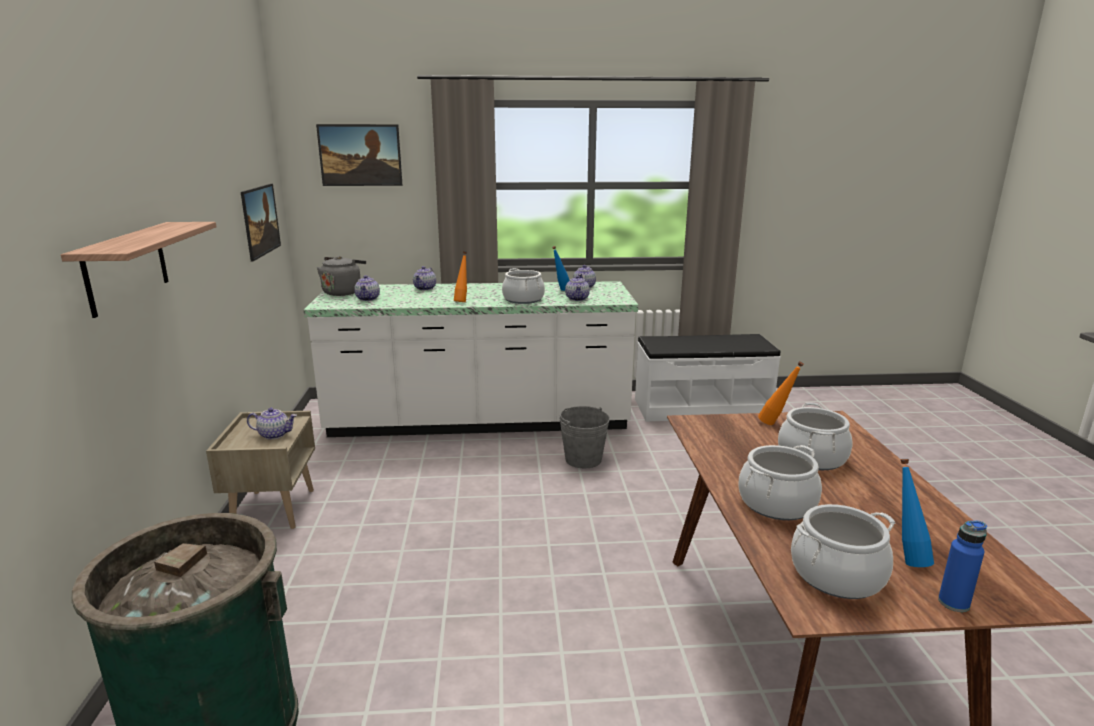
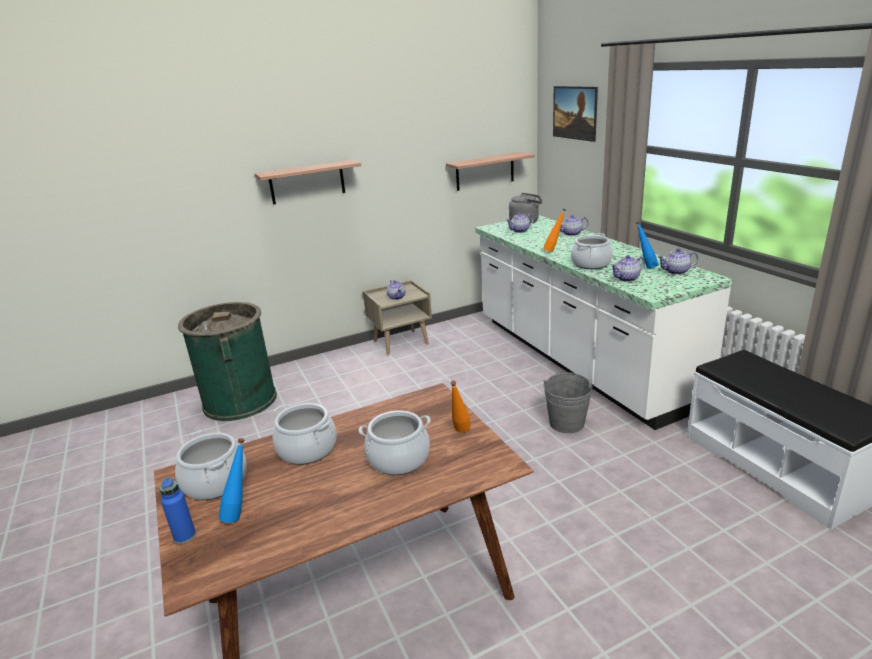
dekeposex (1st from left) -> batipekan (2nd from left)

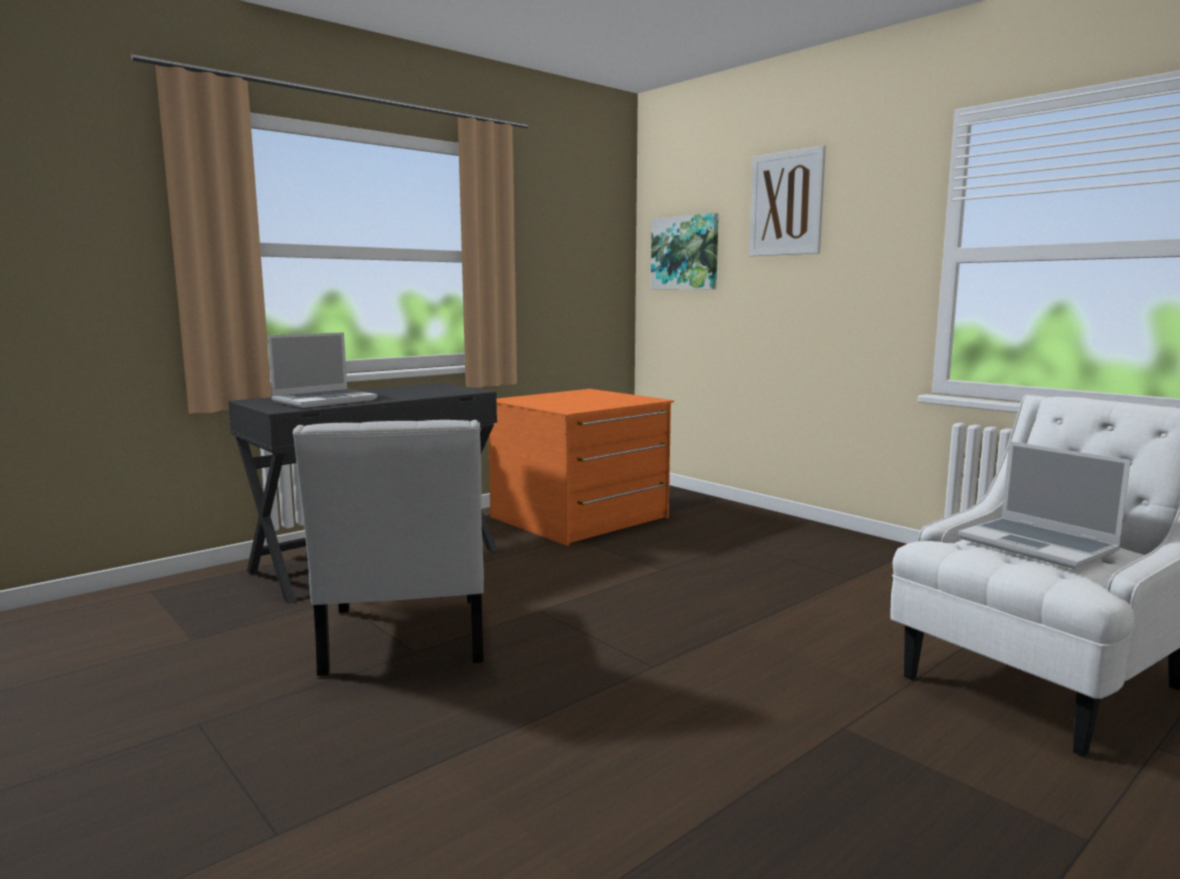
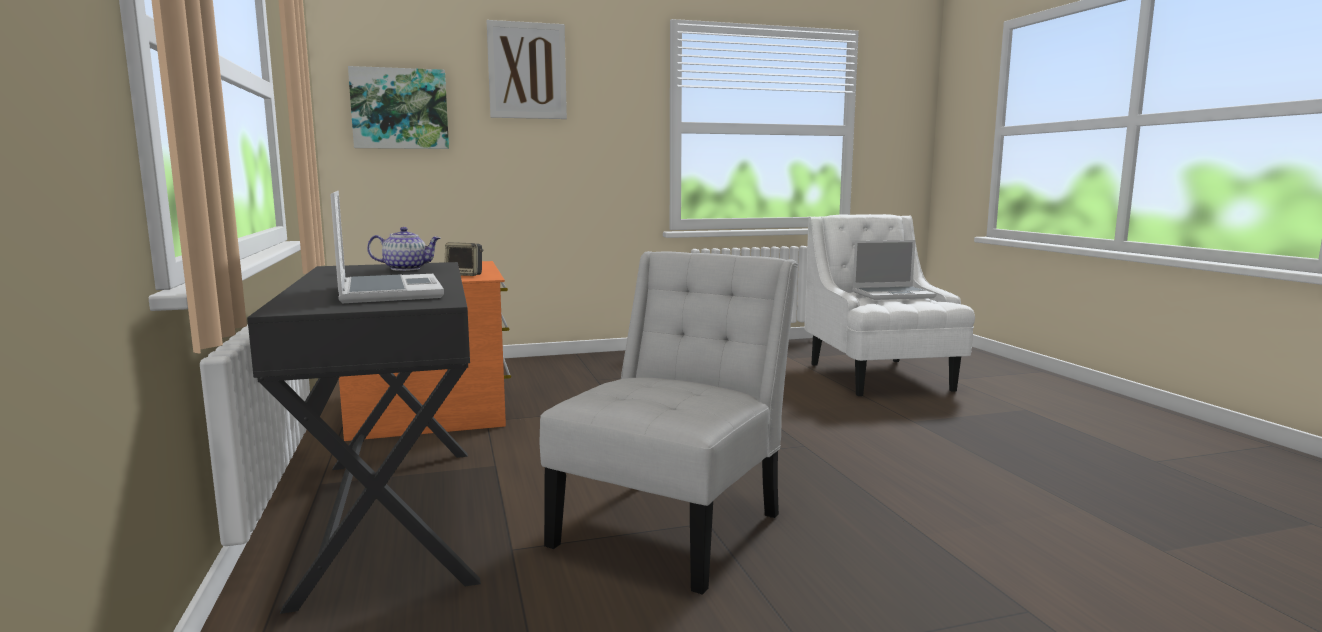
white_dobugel, 75 degrees counterclockwise
none -> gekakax
none -> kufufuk

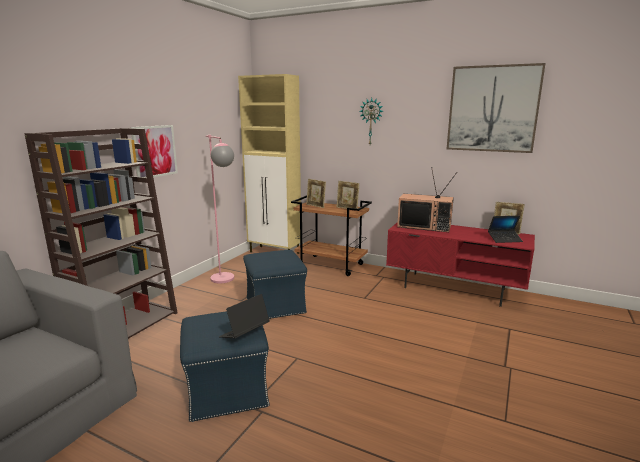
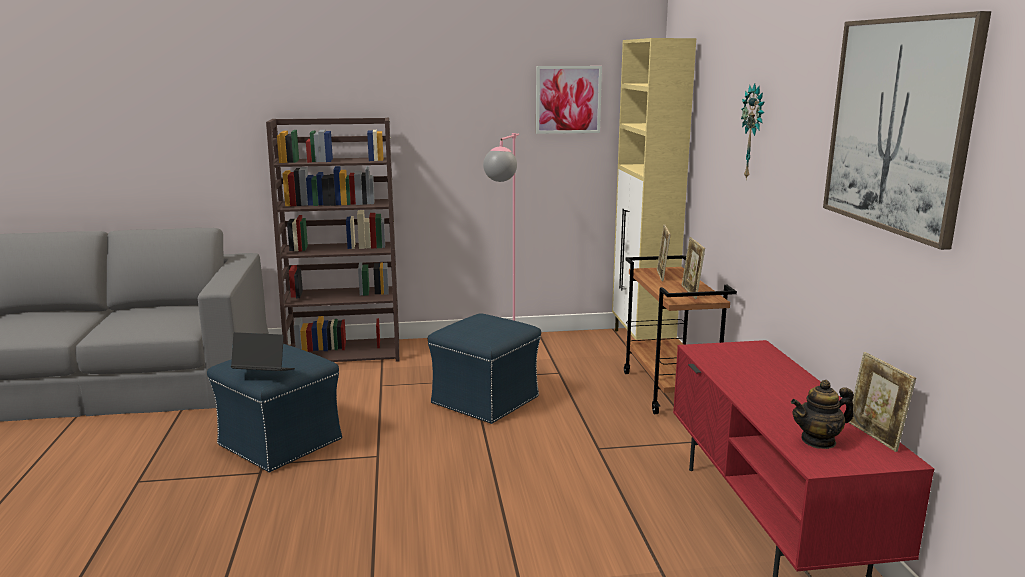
dekeposex (1st from left), moved
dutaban -> none
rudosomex (2nd from left) -> gekakax

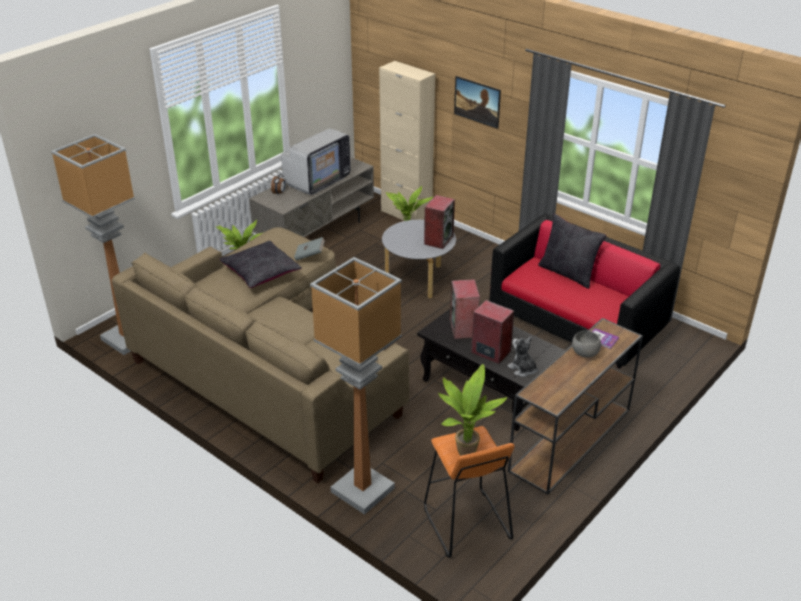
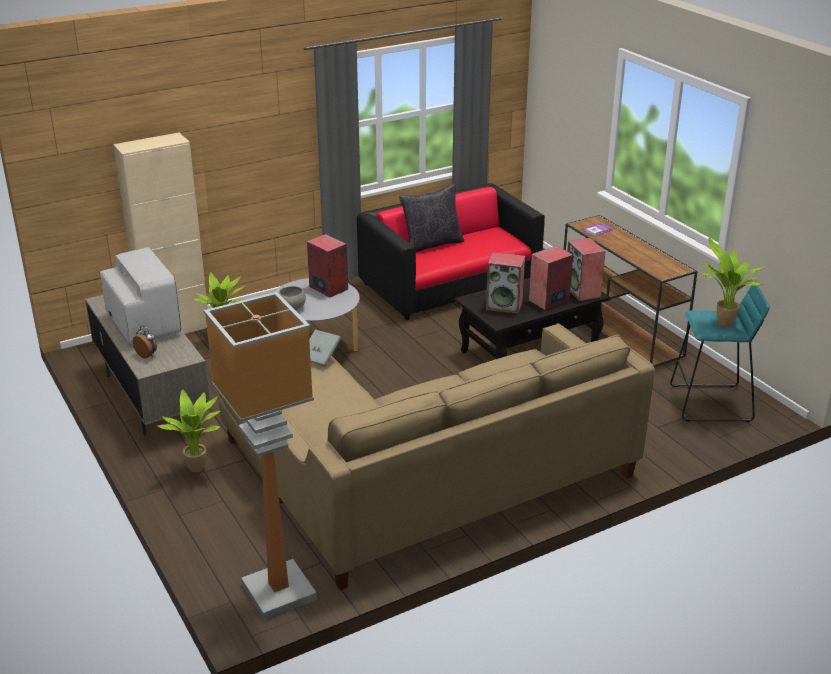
dekeposex -> none
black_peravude (1st from left) -> none
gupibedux (2nd from left) -> none
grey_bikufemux, moved
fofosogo -> kufufuk (4th from left)
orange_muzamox -> turquoise_muzamox

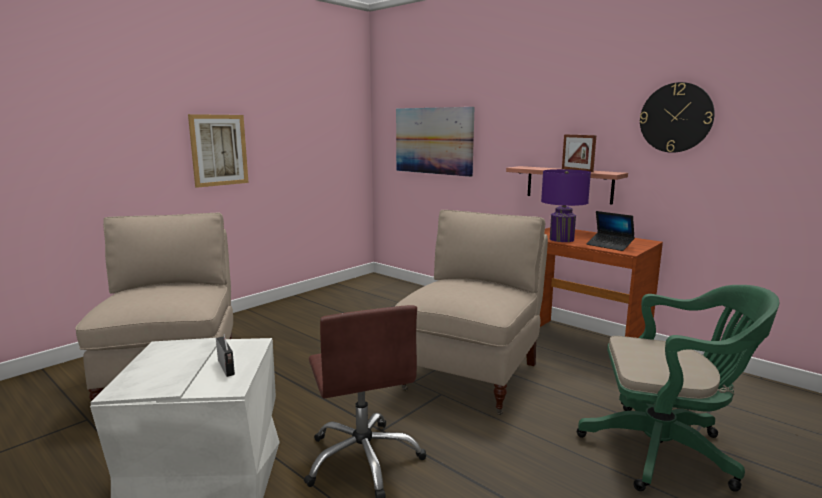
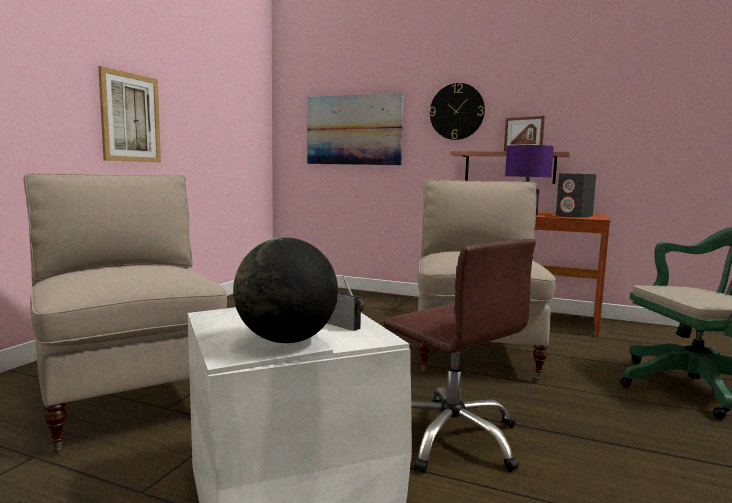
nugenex, moved
rudosomex -> grey_kufufuk
none -> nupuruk

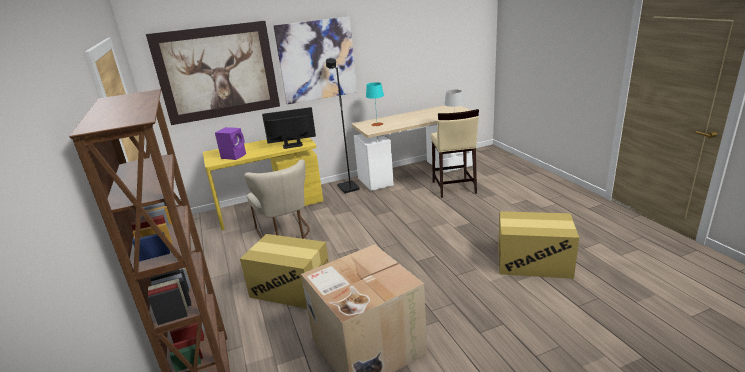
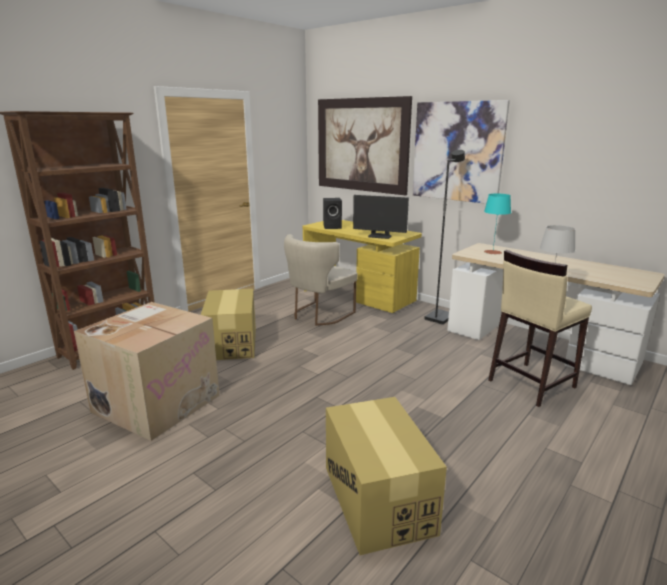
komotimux, 150 degrees clockwise
purple_kufufuk -> black_kufufuk

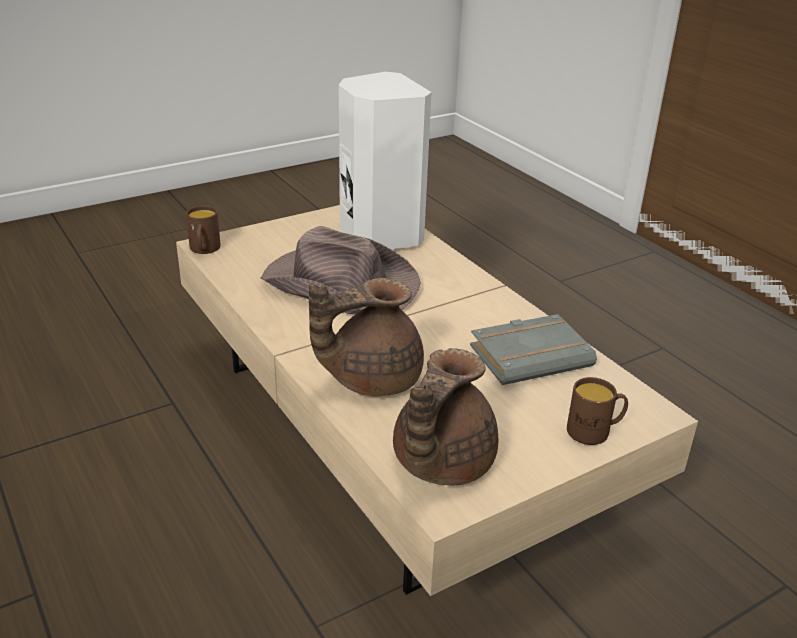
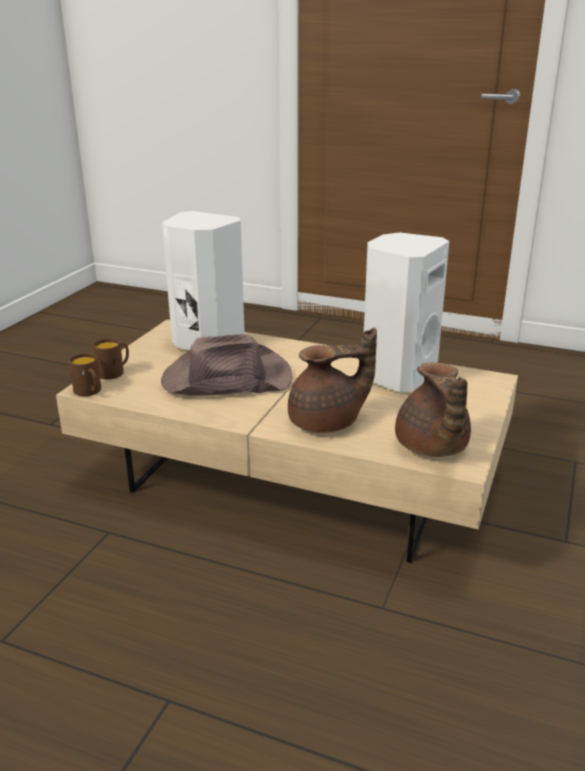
brown_gekakax (1st from left), 135 degrees counterclockwise
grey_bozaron -> white_kufufuk (2nd from left)
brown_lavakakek (2nd from left), moved

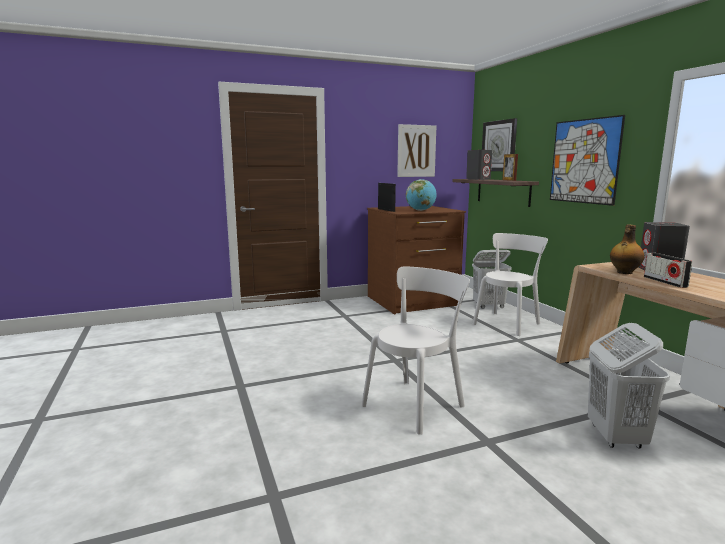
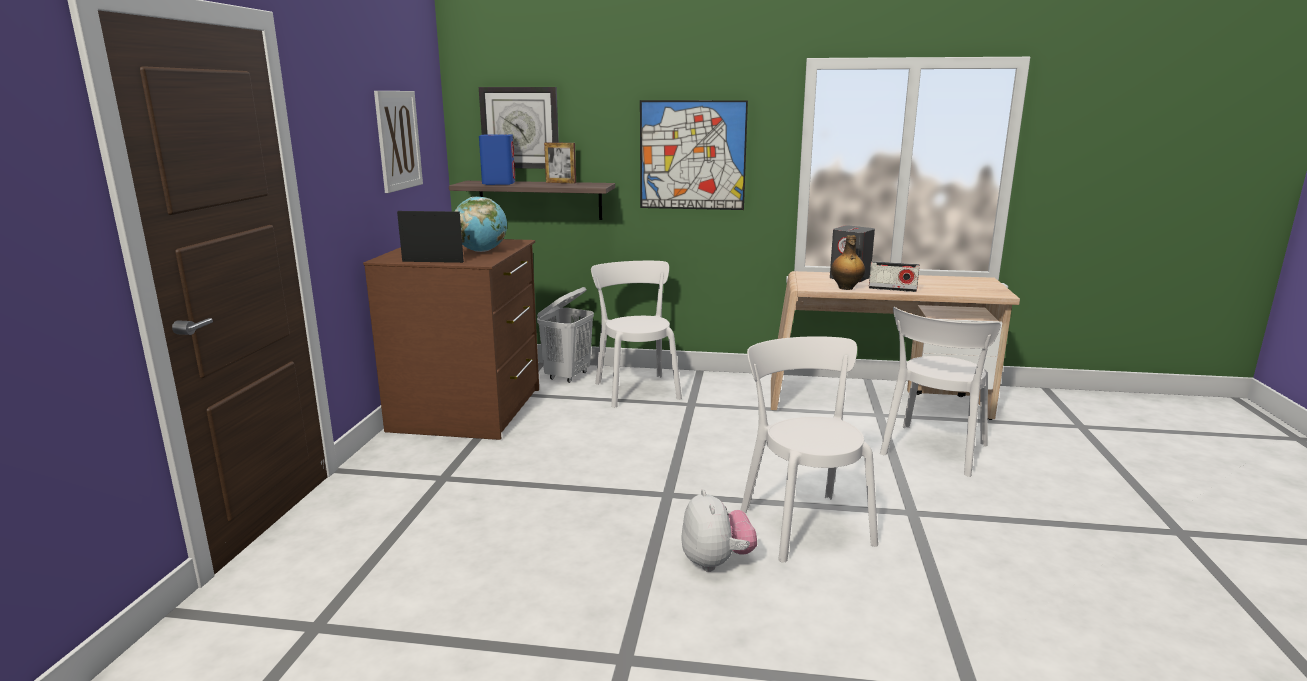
grey_kufufuk (1st from left) -> blue_kufufuk
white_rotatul (2nd from left) -> white_dobugel (3rd from left)
none -> fofosogo

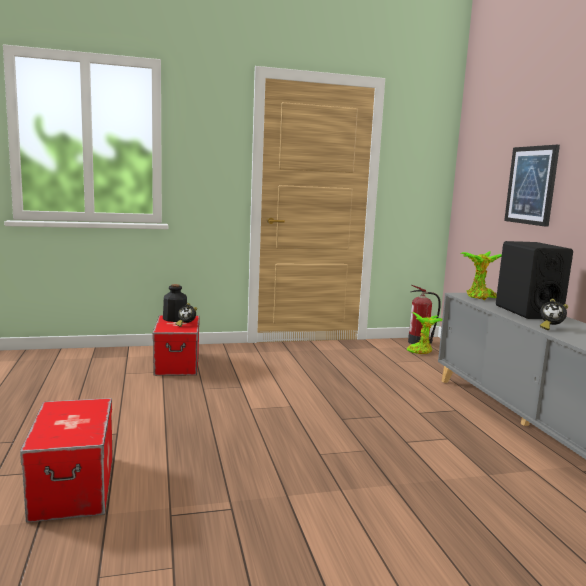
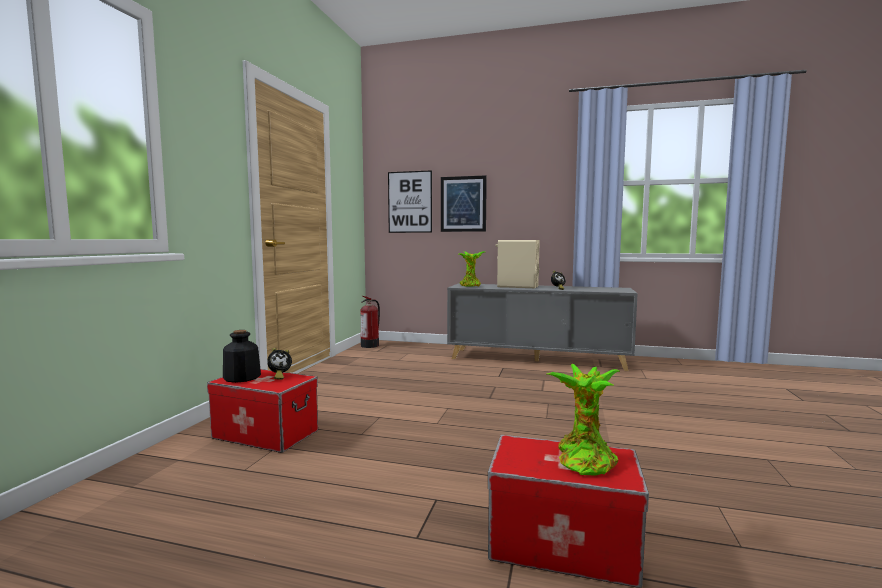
black_kufufuk -> beige_kufufuk
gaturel (1st from left in the first image) -> gaturel (2nd from left), moved
none -> dekeposex (1st from left)

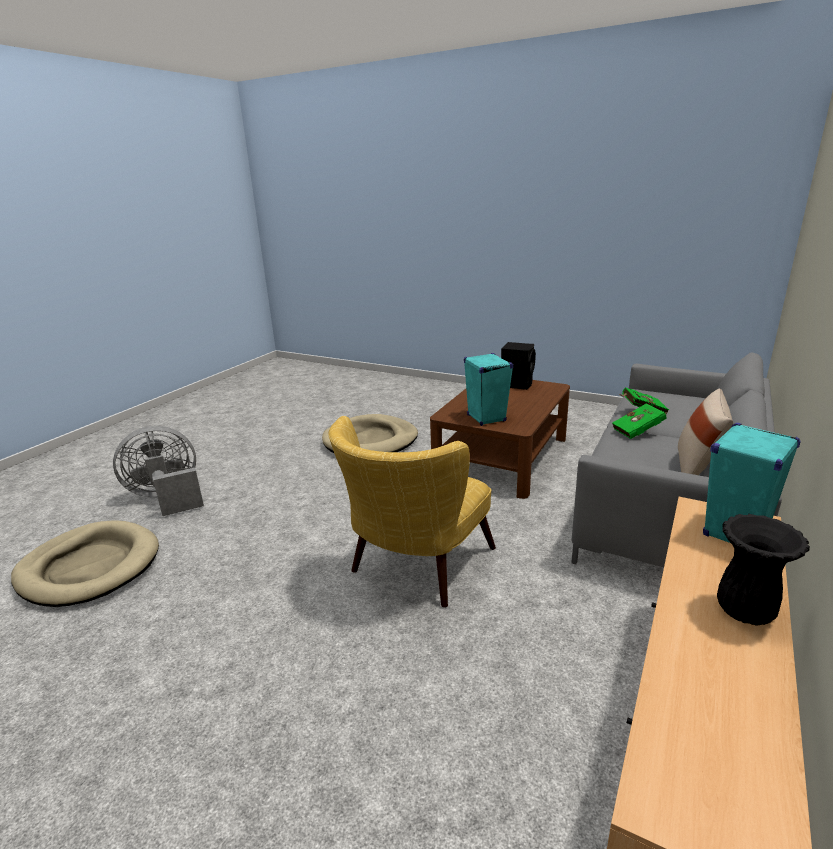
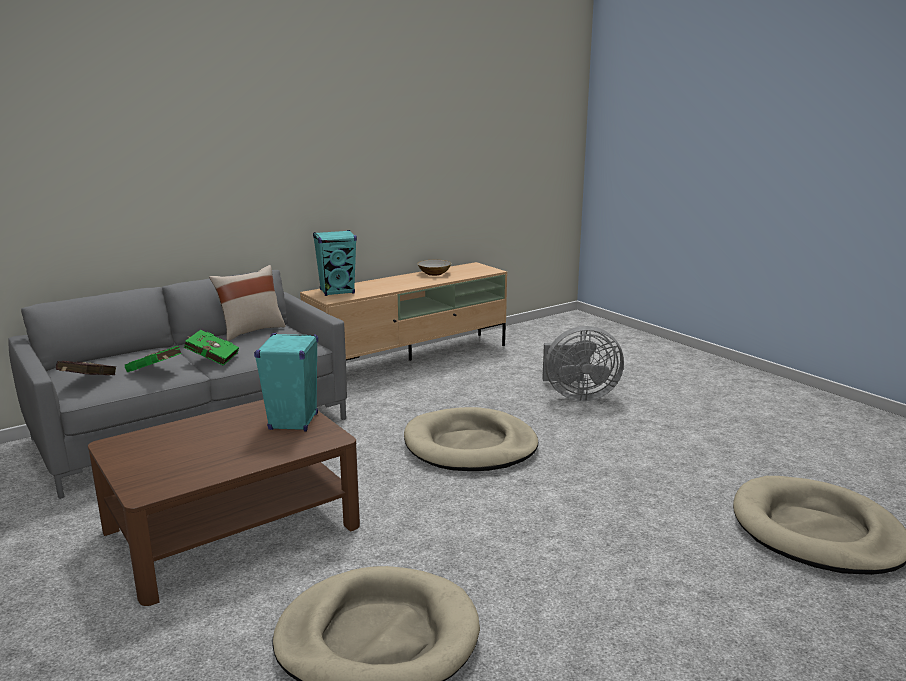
black_kufufuk -> none
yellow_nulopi -> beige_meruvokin (2nd from left)
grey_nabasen, moved
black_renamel -> none
none -> bikufemux
none -> red_bozaron

